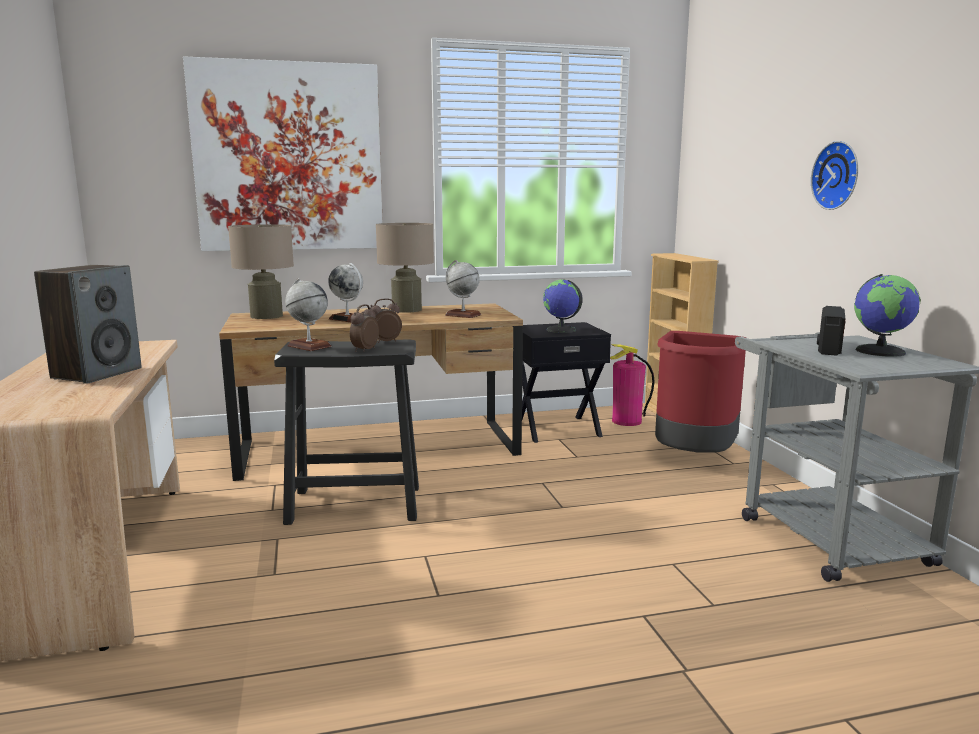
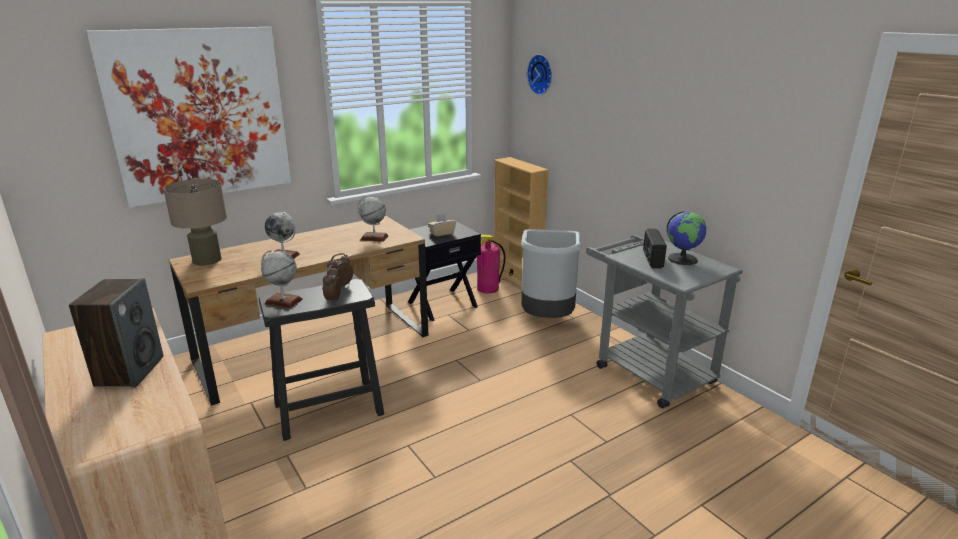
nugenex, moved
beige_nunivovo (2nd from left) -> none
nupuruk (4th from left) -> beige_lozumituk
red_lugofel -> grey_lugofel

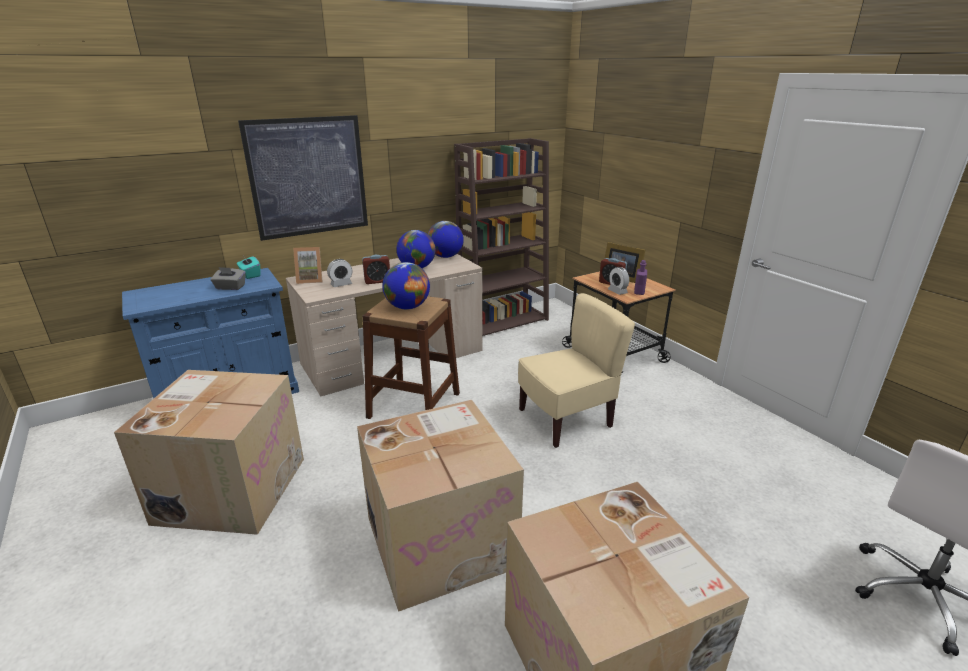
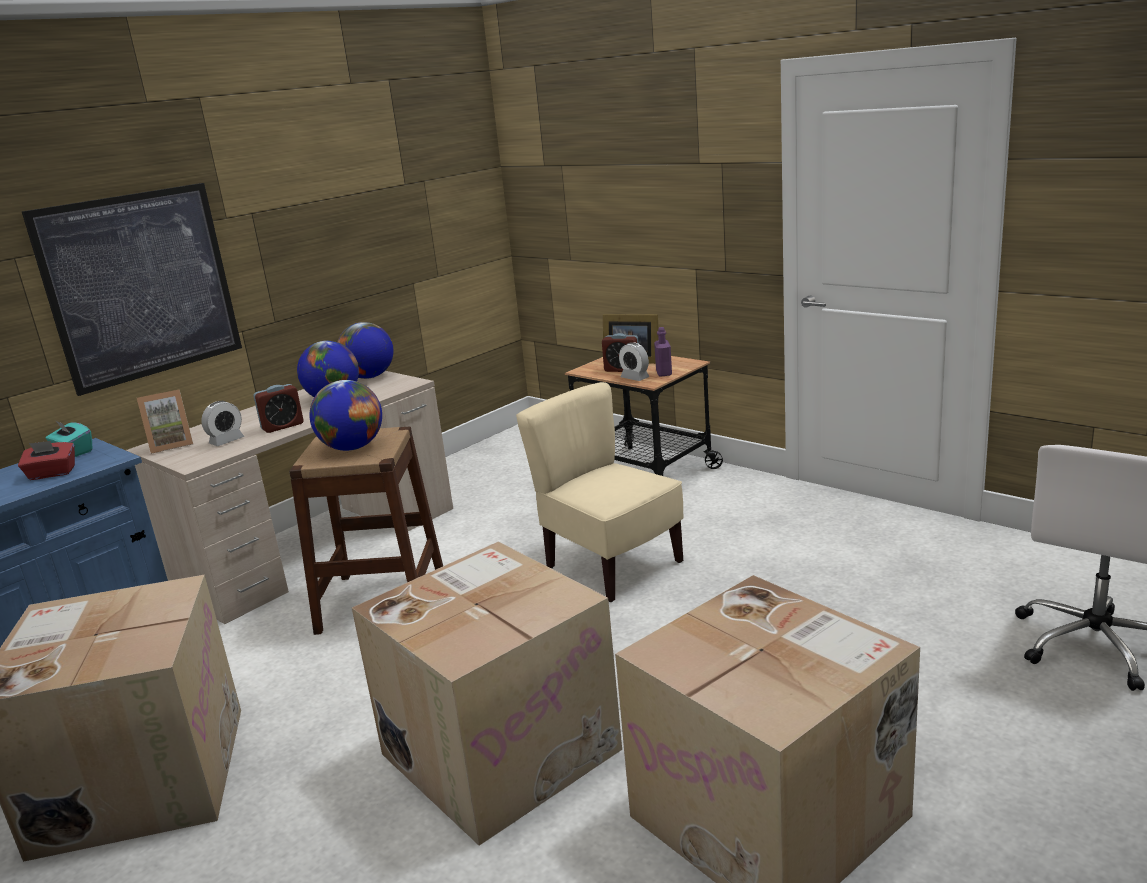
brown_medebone -> none
grey_lozumituk -> red_lozumituk
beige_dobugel, 90 degrees counterclockwise

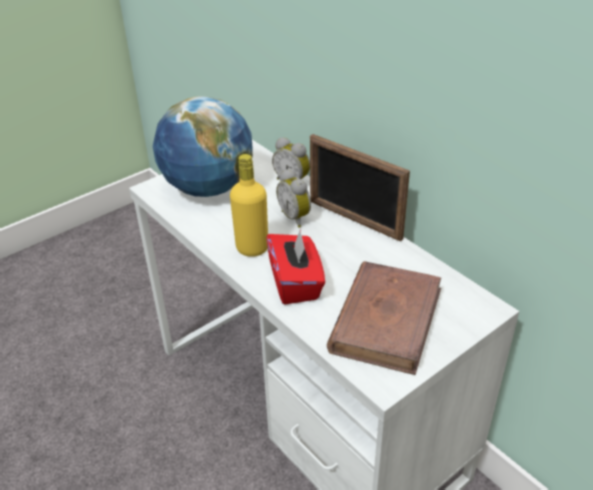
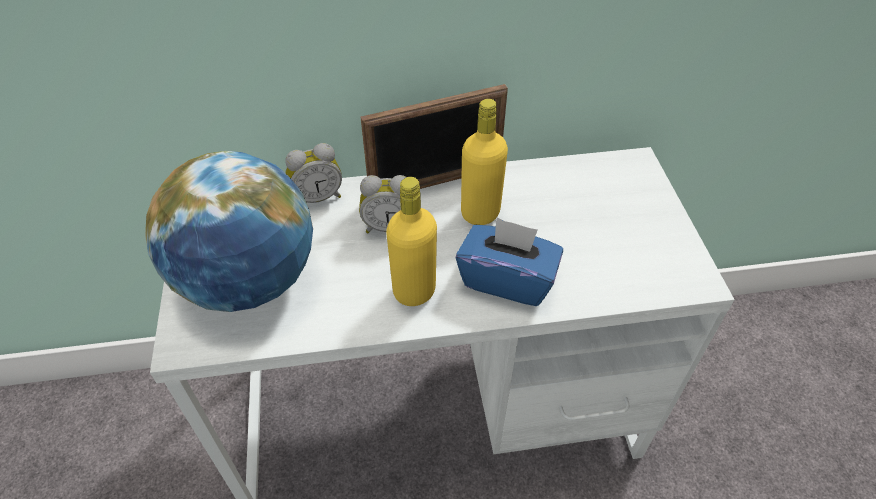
red_lozumituk -> blue_lozumituk
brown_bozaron -> none
none -> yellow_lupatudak (2nd from left)

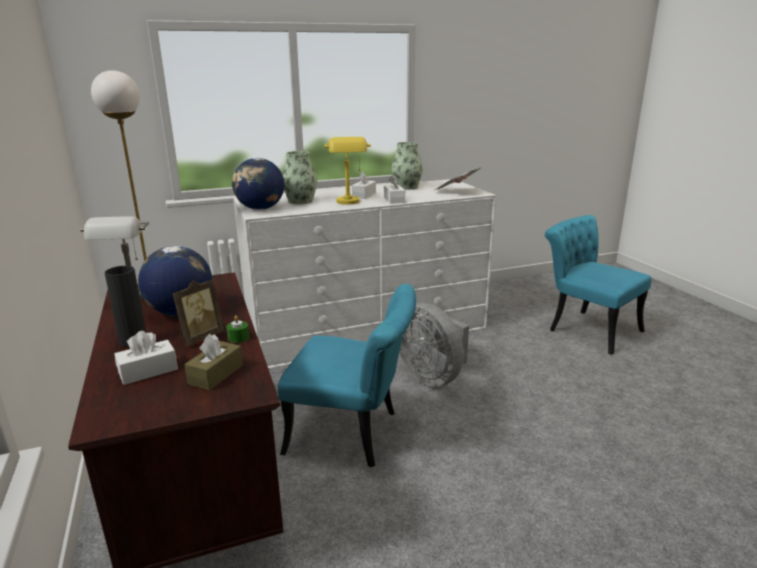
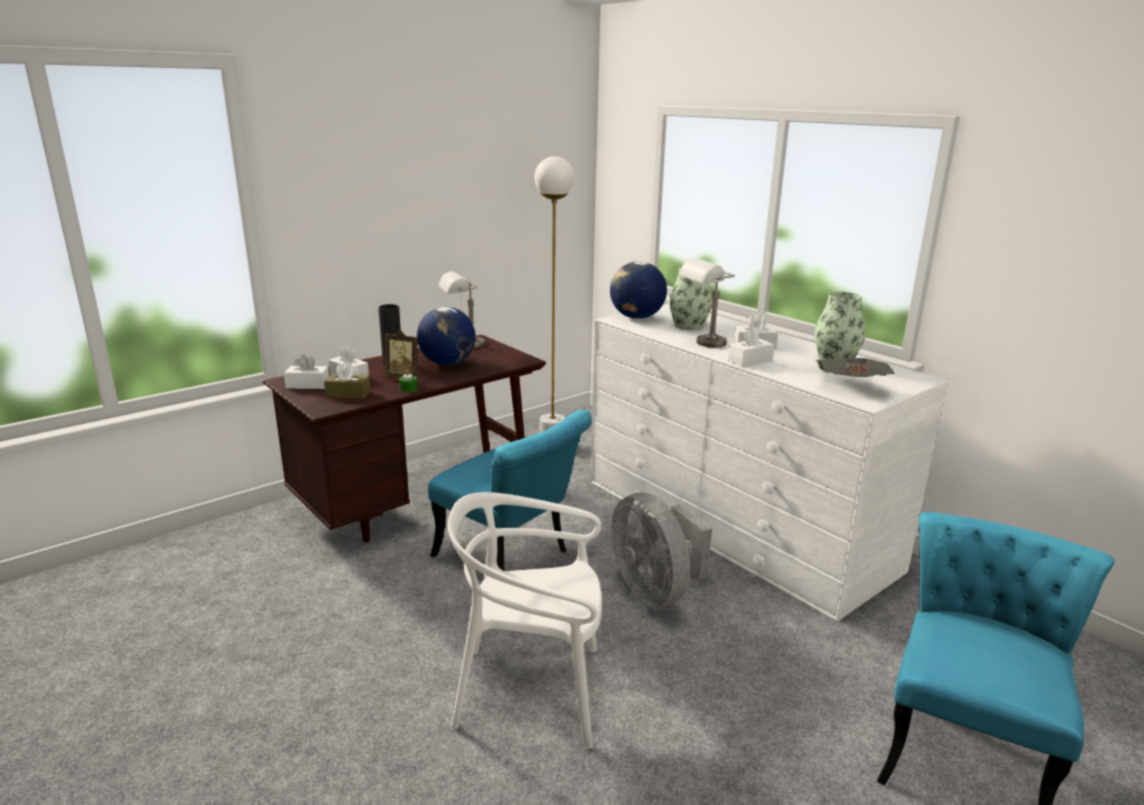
yellow_nunivovo -> grey_nunivovo (2nd from left)
turquoise_dobugel (1st from left), 45 degrees counterclockwise
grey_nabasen, 60 degrees counterclockwise
none -> white_lozumituk (1st from left)
none -> white_dobugel

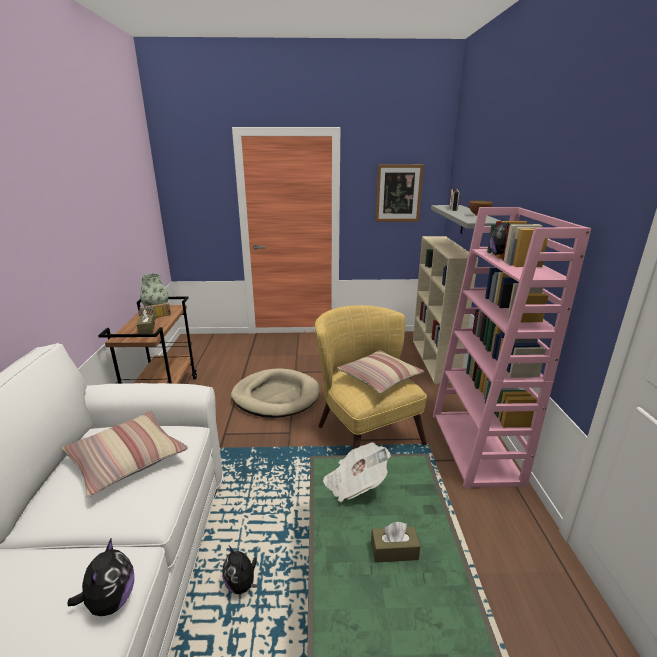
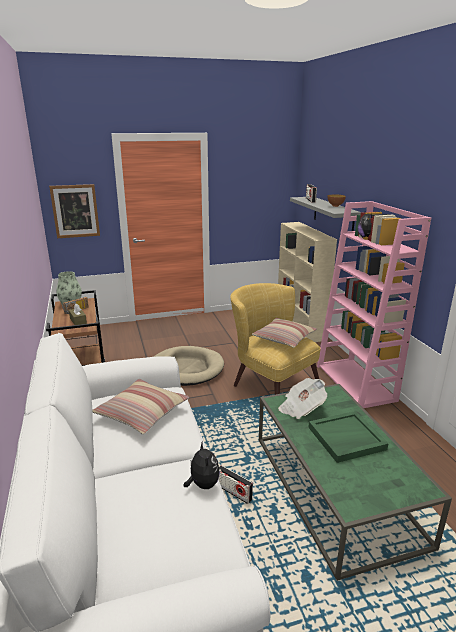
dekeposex, moved
brown_lozumituk (2nd from left) -> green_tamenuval
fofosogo (2nd from left) -> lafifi (2nd from left)

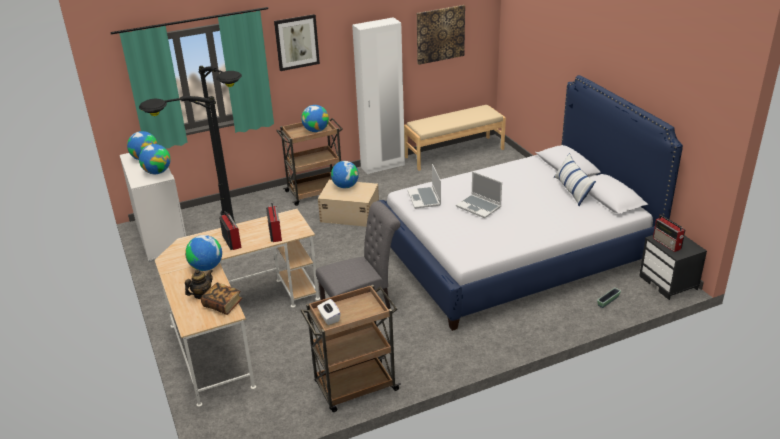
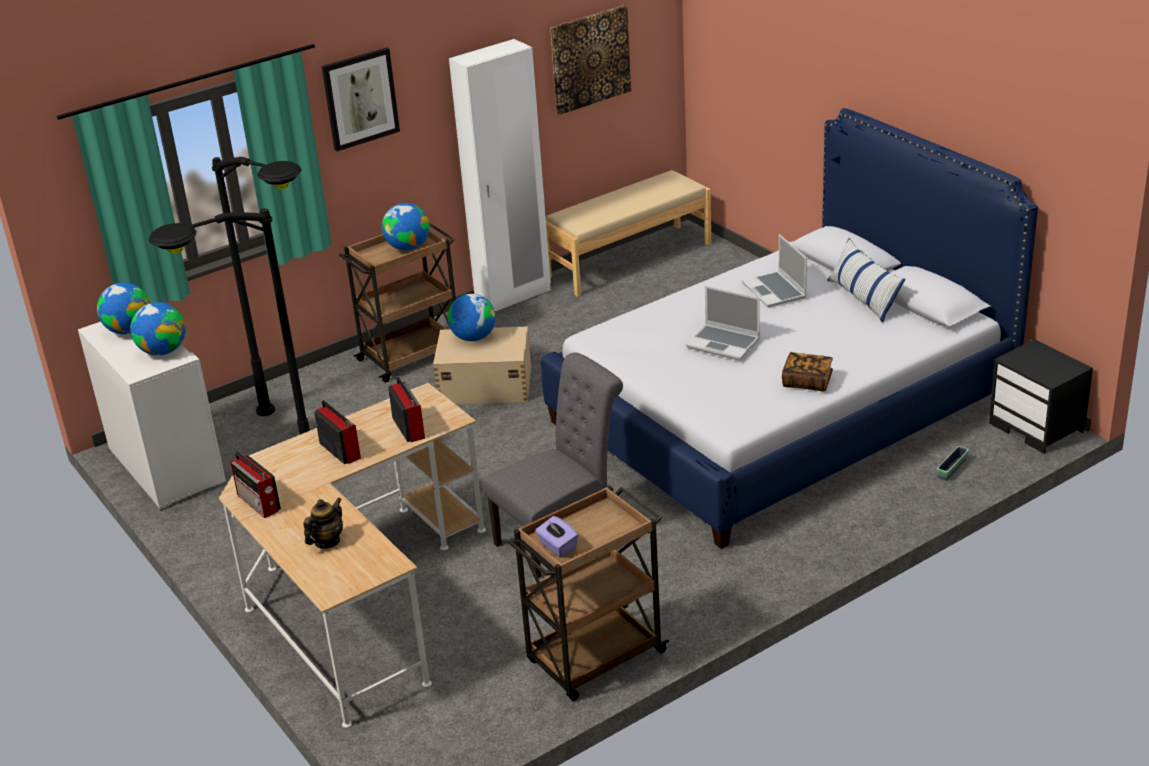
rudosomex (1st from left in the first image) -> rudosomex (2nd from left), moved
lafifi (3rd from left in the first image) -> lafifi (1st from left), moved
nupuruk (3rd from left) -> none
bozaron, moved
white_lozumituk -> purple_lozumituk

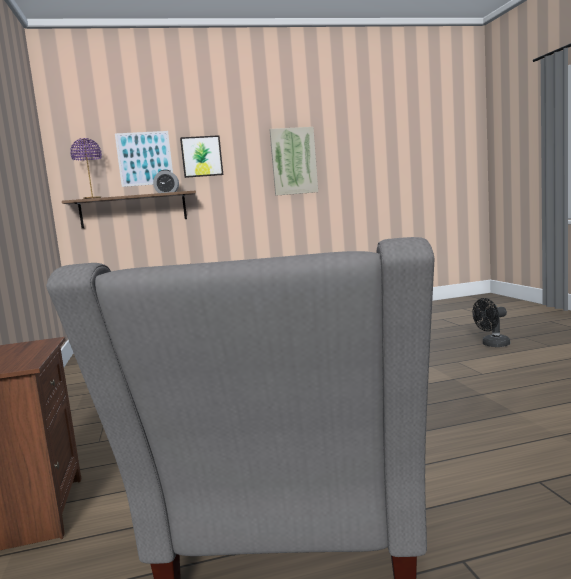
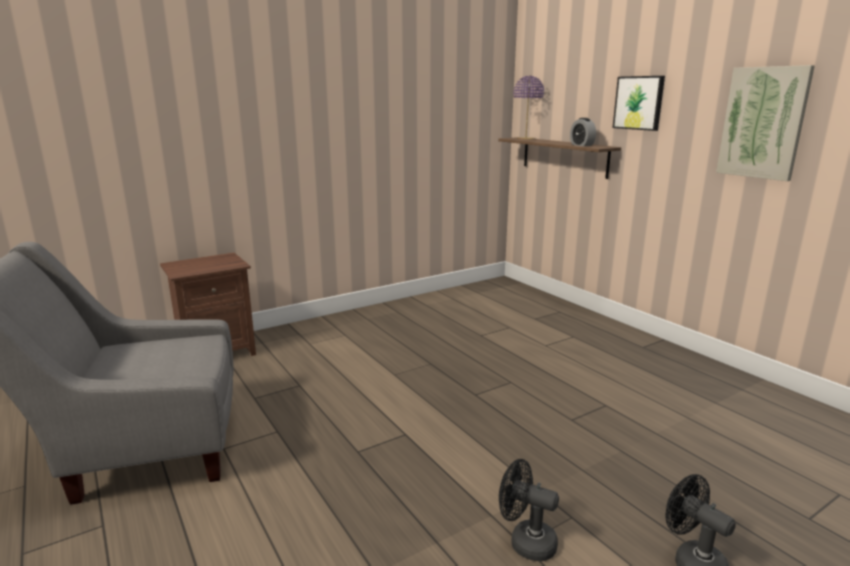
dekeposex (1st from left) -> none
none -> black_nabasen (1st from left)

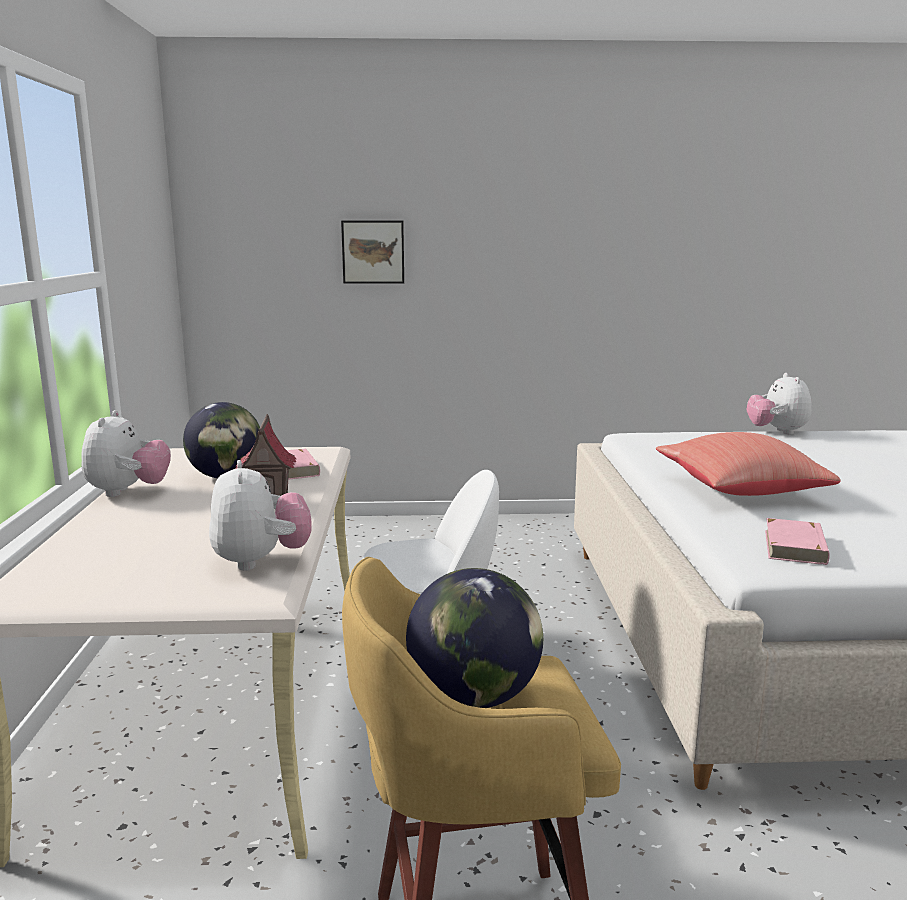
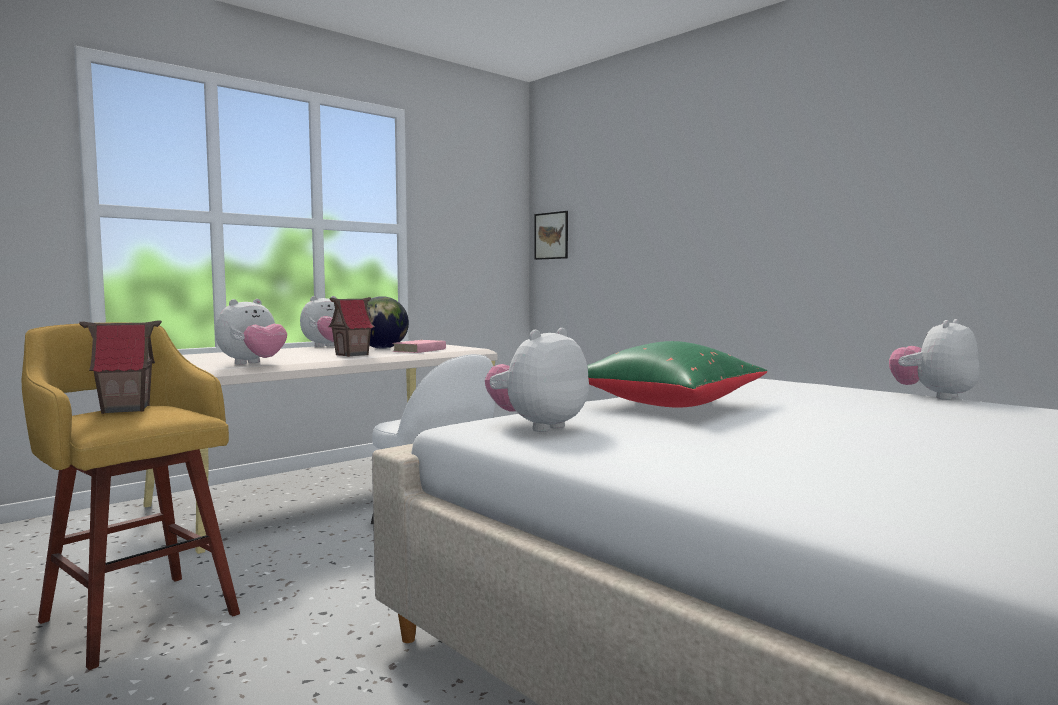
dekeposex, moved
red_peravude -> green_peravude
pink_bozaron (2nd from left) -> fofosogo (3rd from left)
nupuruk (2nd from left) -> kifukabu (1st from left)

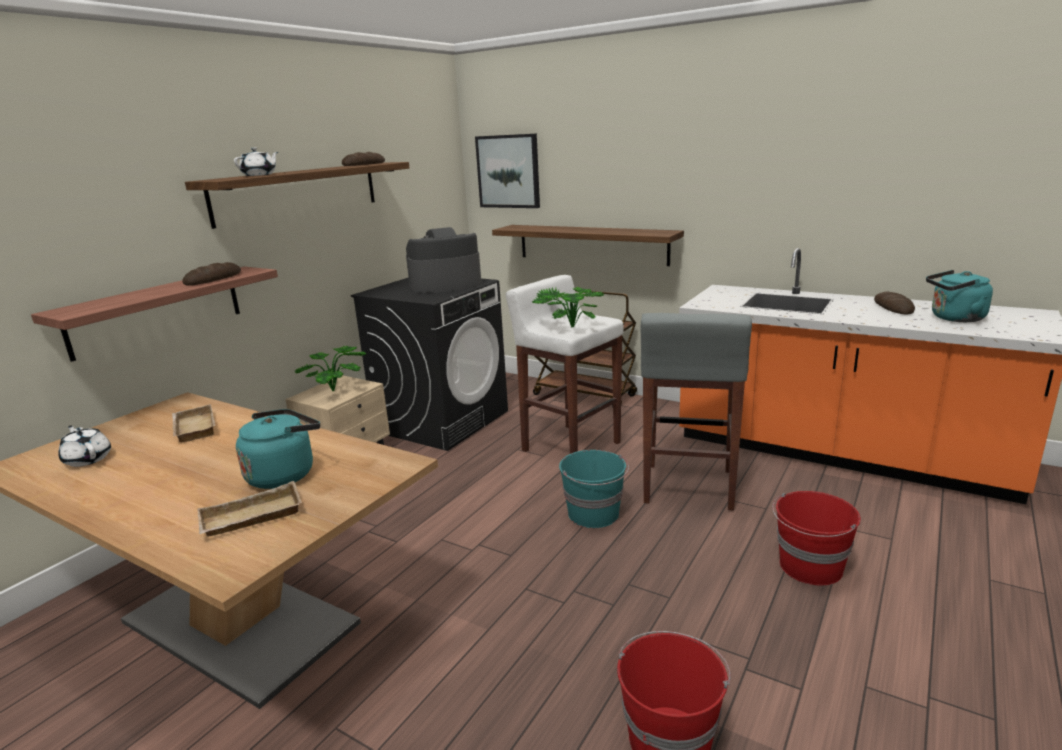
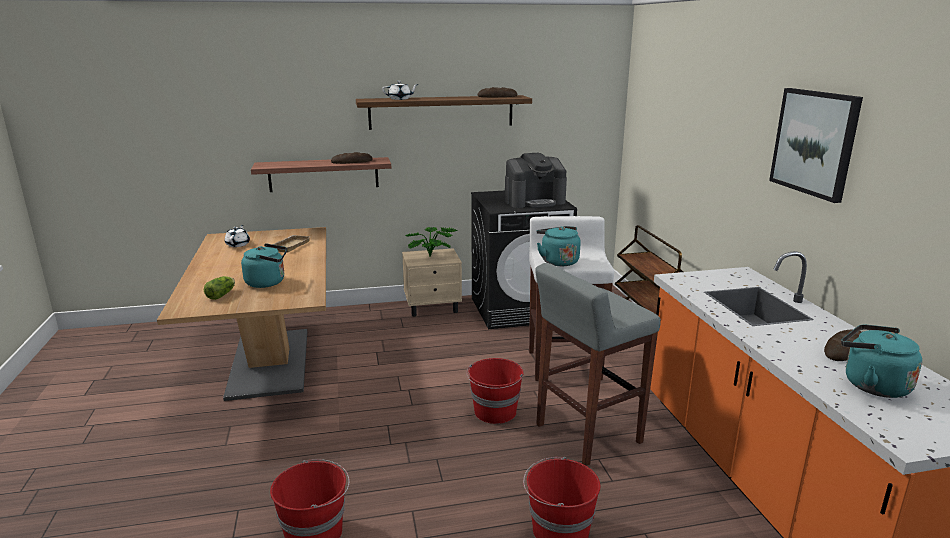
dekeposex, moved
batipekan (3rd from left) -> none
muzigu, 135 degrees clockwise
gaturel (2nd from left) -> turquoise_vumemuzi (2nd from left)
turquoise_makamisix -> red_makamisix (2nd from left)
beige_tamenuval (2nd from left) -> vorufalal

